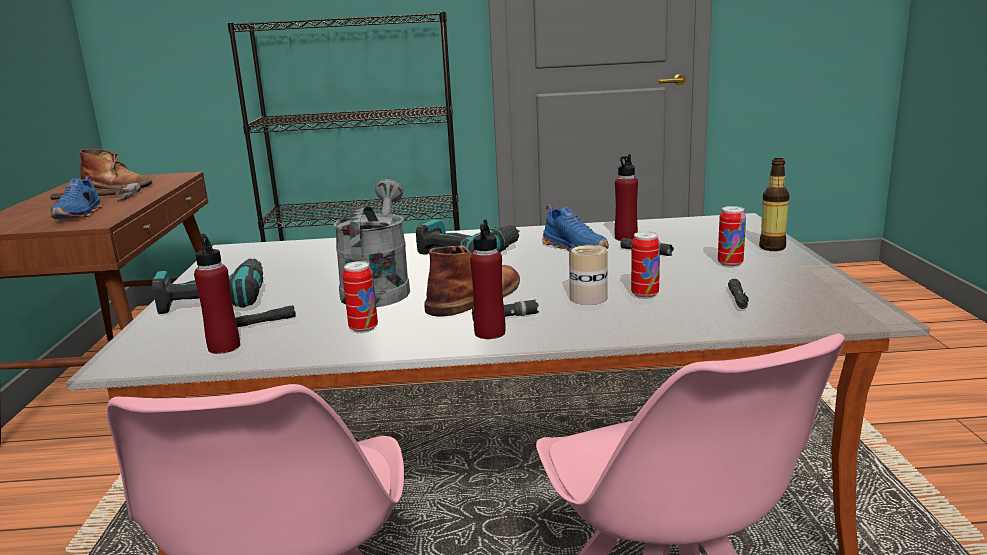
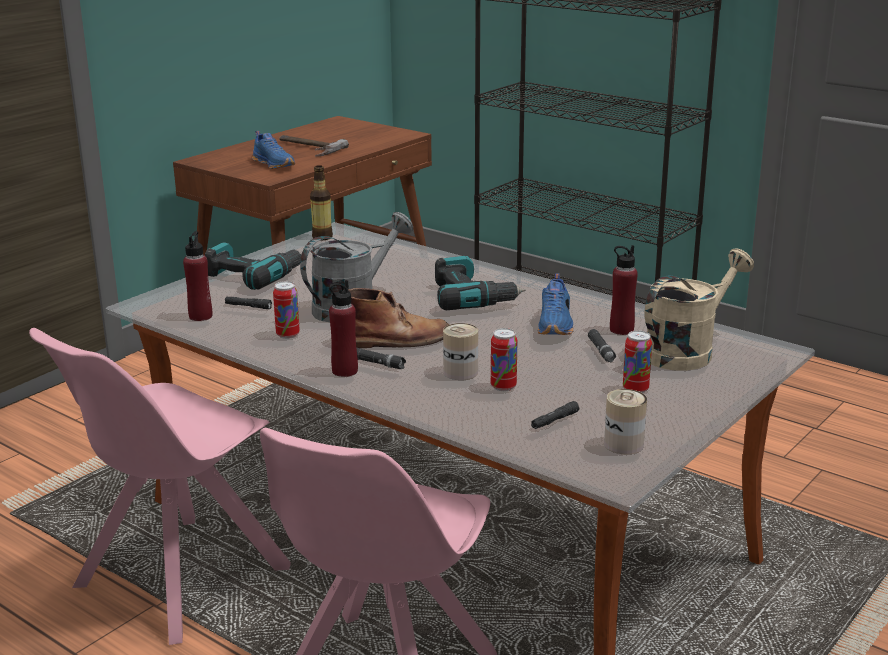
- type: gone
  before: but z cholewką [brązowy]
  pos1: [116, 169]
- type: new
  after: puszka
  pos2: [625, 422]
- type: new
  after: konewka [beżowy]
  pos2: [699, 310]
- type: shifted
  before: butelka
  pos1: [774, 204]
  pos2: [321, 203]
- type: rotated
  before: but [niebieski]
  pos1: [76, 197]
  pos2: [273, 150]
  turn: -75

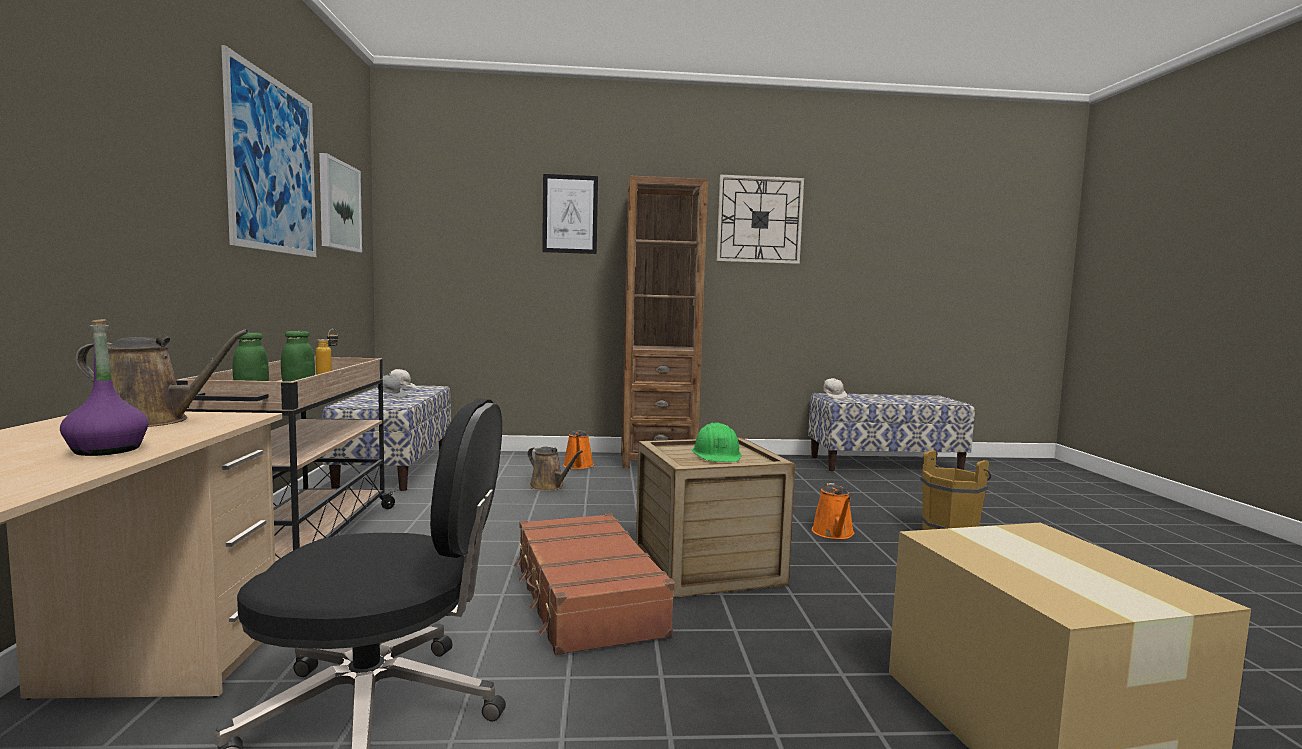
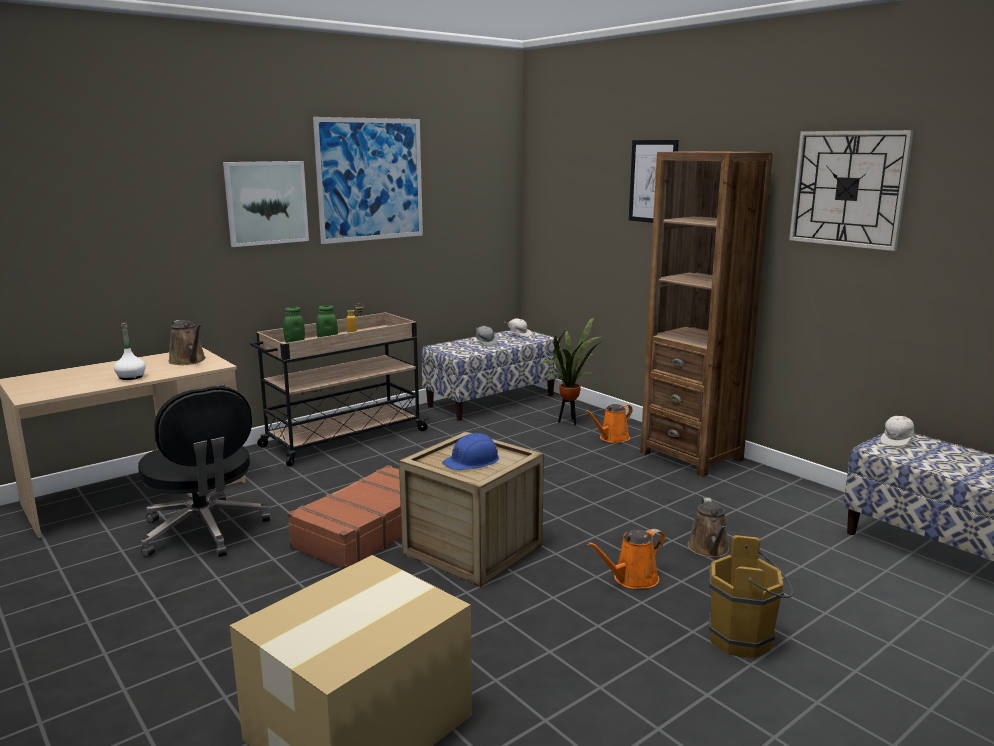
- type: new
  after: roślina doniczkowa
  pos2: [572, 371]
- type: shifted
  before: obraz
  pos1: [340, 203]
  pos2: [266, 204]
- type: shifted
  before: konewka [brązowy]
  pos1: [555, 469]
  pos2: [709, 527]
- type: repainted
  before: butelka [fioletowy]
  after: butelka [biały]
  pos1: [104, 387]
  pos2: [130, 351]
- type: repainted
  before: kask [zielony]
  after: kask [niebieski]
  pos1: [717, 442]
  pos2: [470, 451]

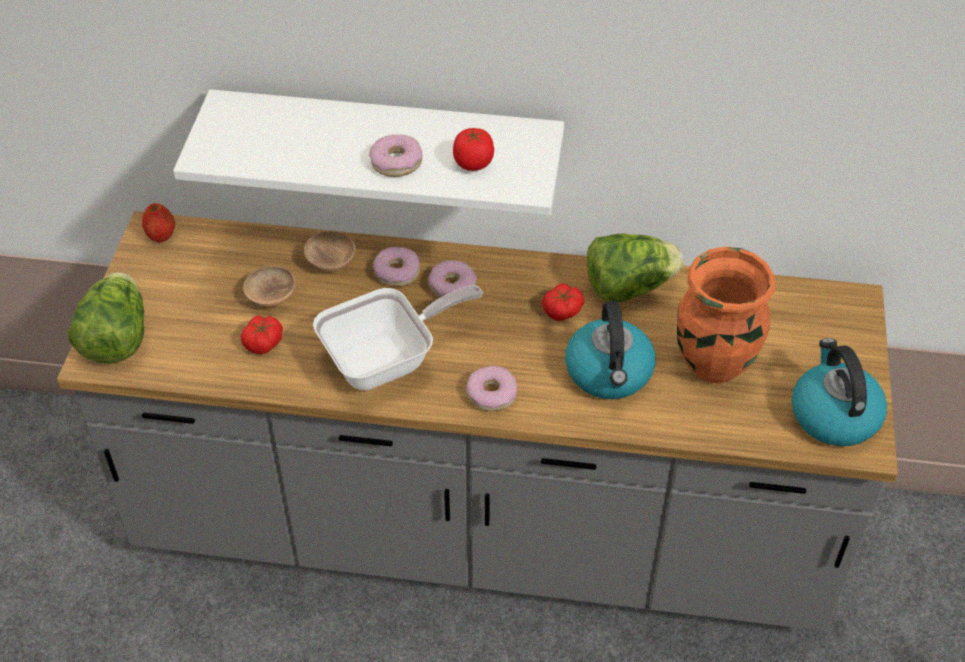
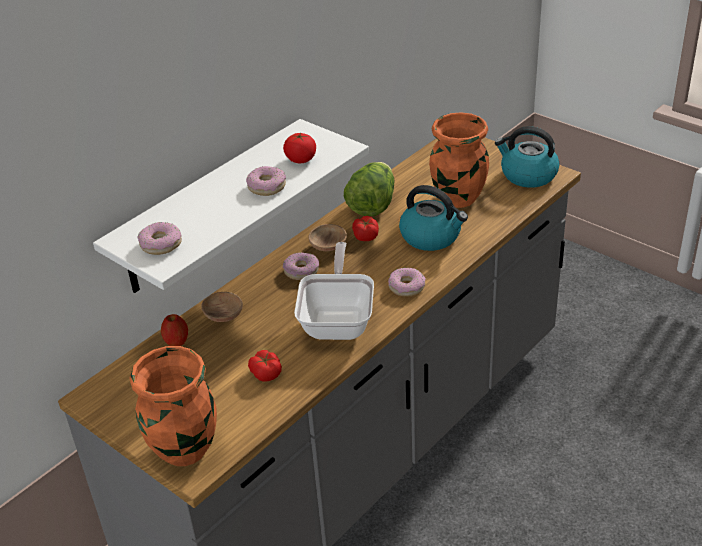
- type: shifted
  before: jabłko
  pos1: [158, 222]
  pos2: [174, 330]
- type: shifted
  before: miska [brązowy]
  pos1: [269, 286]
  pos2: [327, 237]
- type: shifted
  before: donut
  pos1: [396, 267]
  pos2: [159, 238]
- type: swapped
  before: sałata
  after: wazon [pomarańczowy]
  pos1: [106, 318]
  pos2: [173, 406]

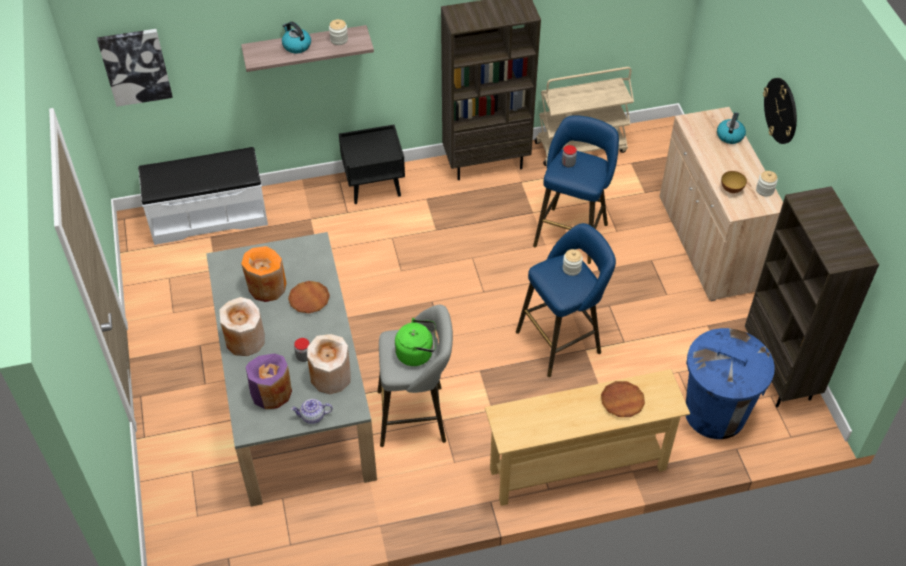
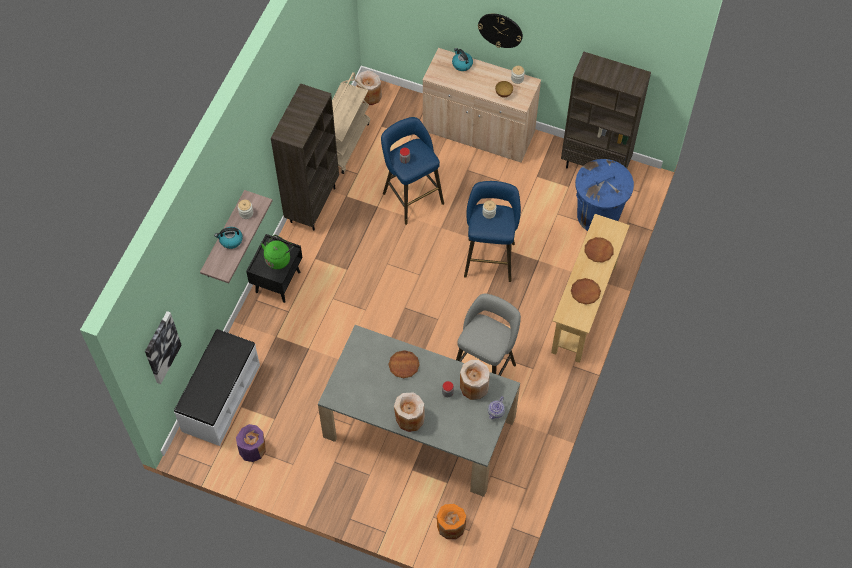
- type: new
  after: wazon [beżowy]
  pos2: [369, 87]
- type: new
  after: talerz [brązowy]
  pos2: [586, 291]
- type: shifted
  before: wazon [pomarańczowy]
  pos1: [263, 274]
  pos2: [451, 521]
- type: shifted
  before: wazon [fioletowy]
  pos1: [269, 381]
  pos2: [251, 443]
- type: shifted
  before: czajnik [zielony]
  pos1: [415, 342]
  pos2: [277, 252]

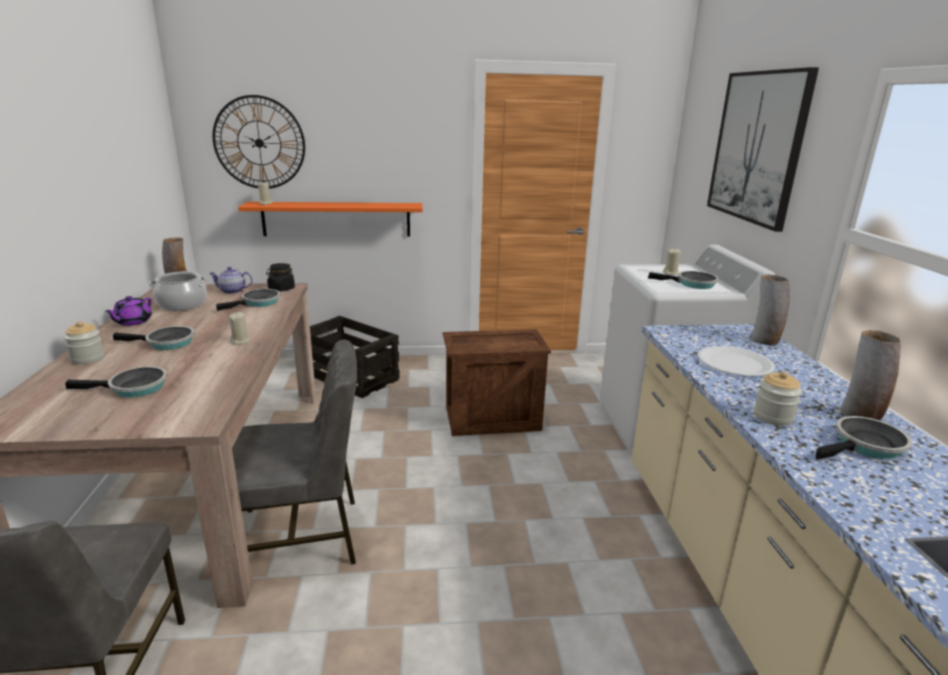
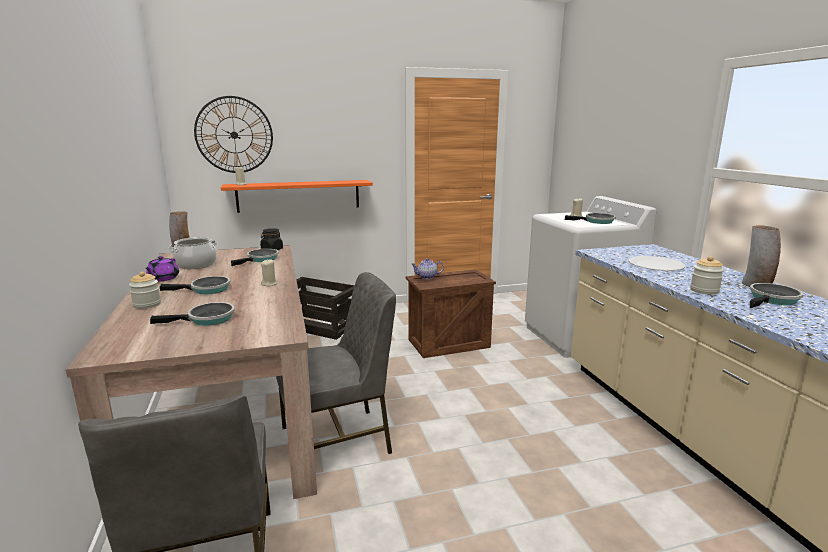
- type: gone
  before: obraz
  pos1: [763, 149]
- type: gone
  before: wazon
  pos1: [769, 309]
- type: shifted
  before: imbryk
  pos1: [231, 280]
  pos2: [427, 268]

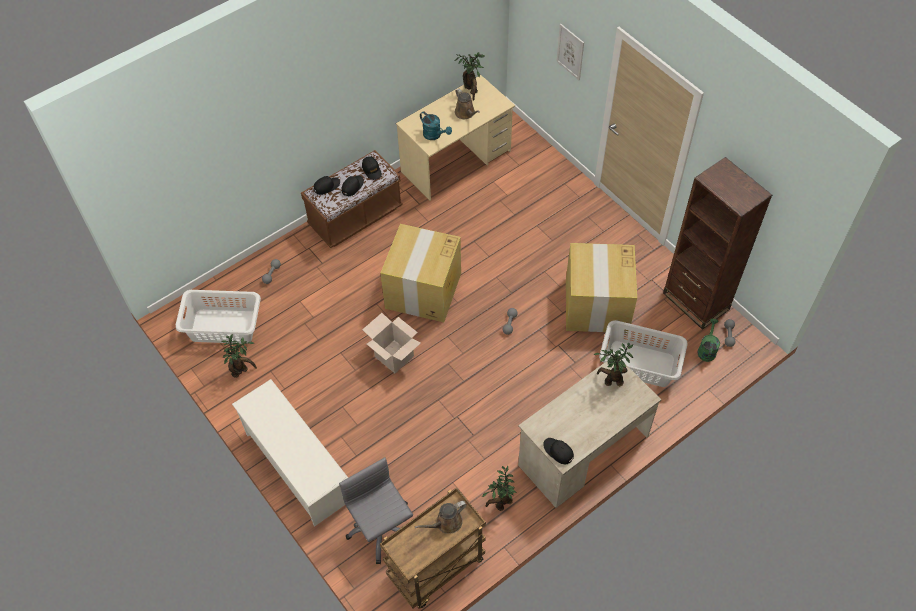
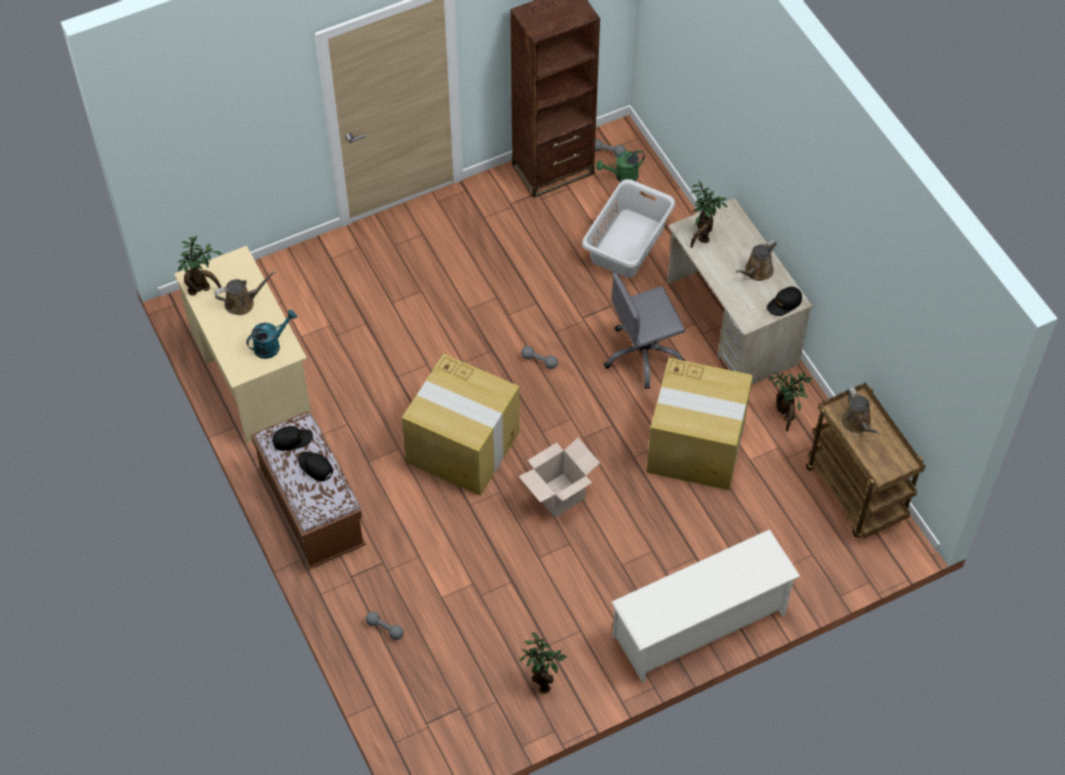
- type: gone
  before: kosz na pranie [biały]
  pos1: [218, 317]
- type: gone
  before: czapka z daszkiem [czarny]
  pos1: [327, 185]
- type: gone
  before: obraz
  pos1: [570, 52]
- type: new
  after: konewka [brązowy]
  pos2: [756, 260]
- type: shifted
  before: krzesło biurowe [szary]
  pos1: [376, 510]
  pos2: [645, 331]
- type: shifted
  before: karton
  pos1: [601, 288]
  pos2: [699, 424]
- type: rotated
  before: konewka [zielony]
  pos1: [709, 340]
  pos2: [620, 166]
  turn: -45

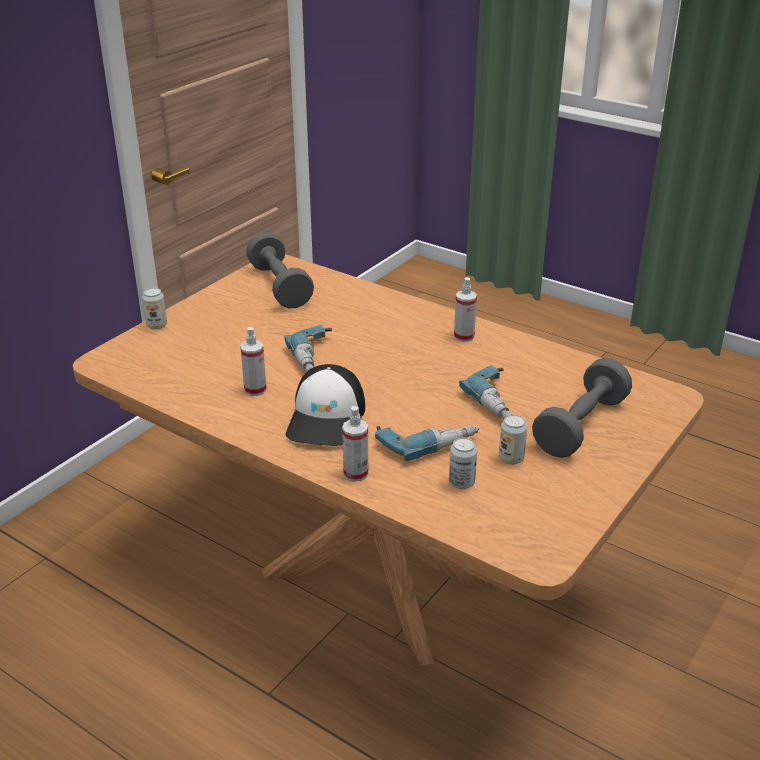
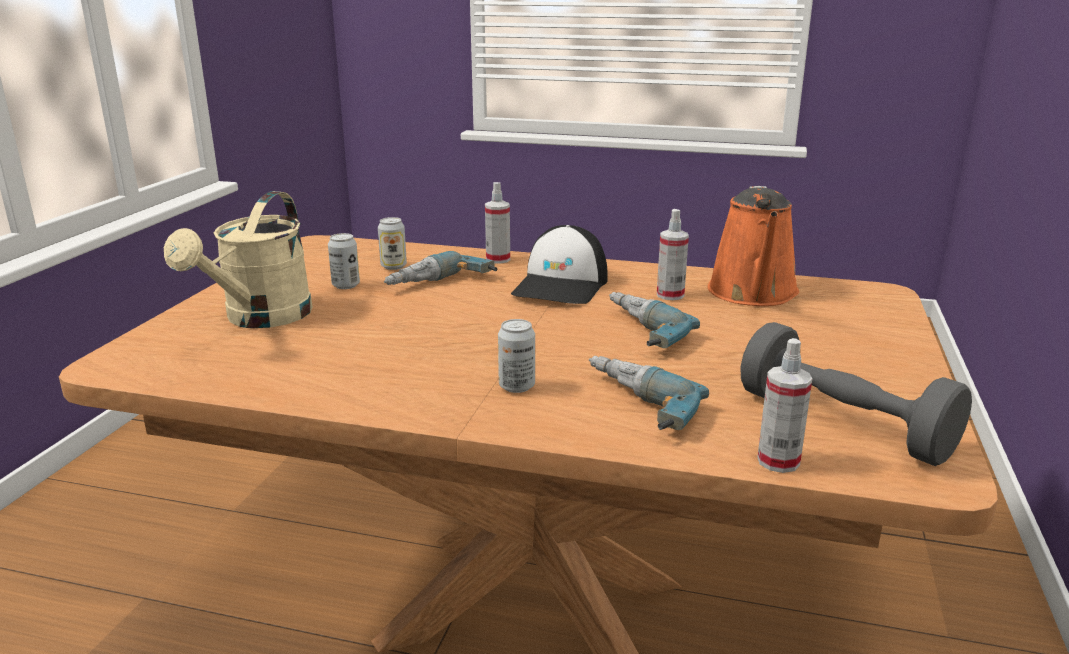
- type: new
  after: konewka [pomarańczowy]
  pos2: [753, 246]
- type: shifted
  before: puszka
  pos1: [154, 309]
  pos2: [516, 356]
- type: shifted
  before: spryskiwacz
  pos1: [465, 309]
  pos2: [784, 405]
- type: shifted
  before: wiertarka
  pos1: [486, 392]
  pos2: [649, 393]
- type: swapped
  before: hantel [szary]
  after: konewka [beżowy]
  pos1: [582, 408]
  pos2: [238, 259]
- type: rotated
  before: czapka z daszkiem
  pos1: [325, 405]
  pos2: [559, 264]
  turn: -150

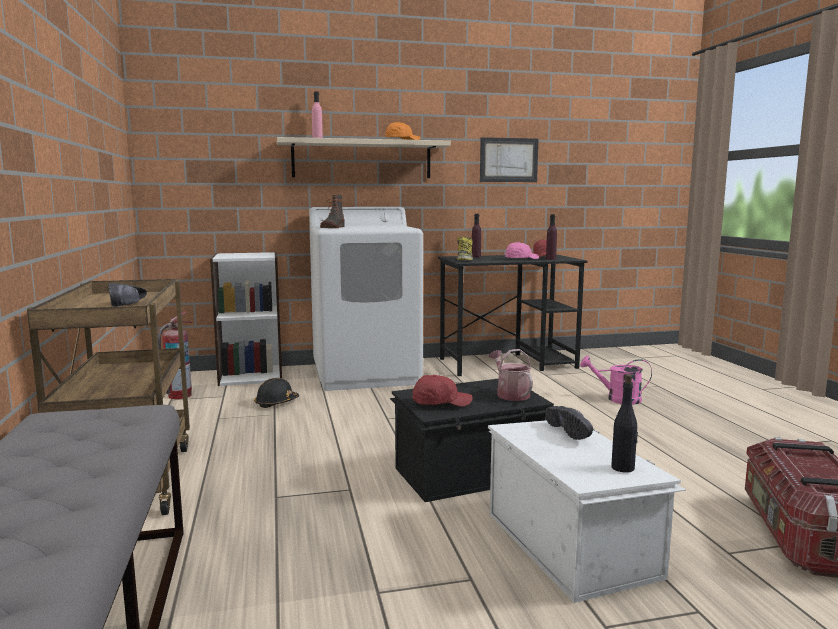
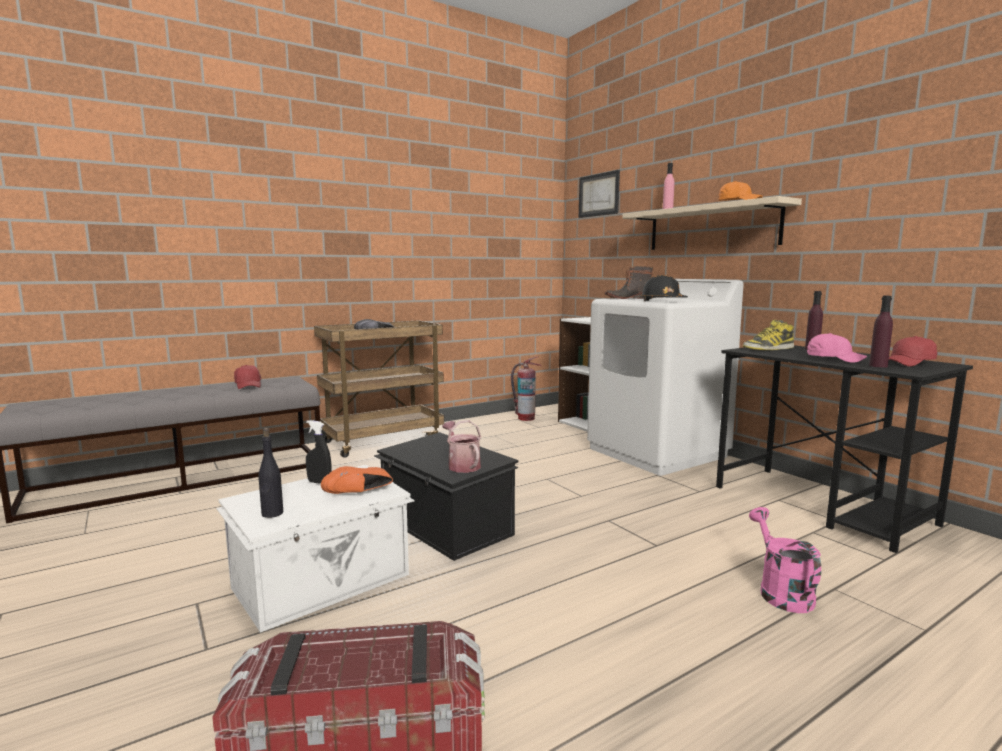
- type: new
  after: spryskiwacz [czarny]
  pos2: [319, 452]
- type: shifted
  before: kask [czarny]
  pos1: [276, 393]
  pos2: [664, 288]
- type: shifted
  before: czapka z daszkiem [czerwony]
  pos1: [442, 390]
  pos2: [247, 377]
- type: shifted
  before: obraz
  pos1: [509, 159]
  pos2: [599, 194]
- type: repainted
  before: but [czarny]
  after: but [pomarańczowy]
  pos1: [569, 423]
  pos2: [357, 480]
- type: rotated
  before: konewka
  pos1: [511, 375]
  pos2: [461, 446]
  turn: -75

